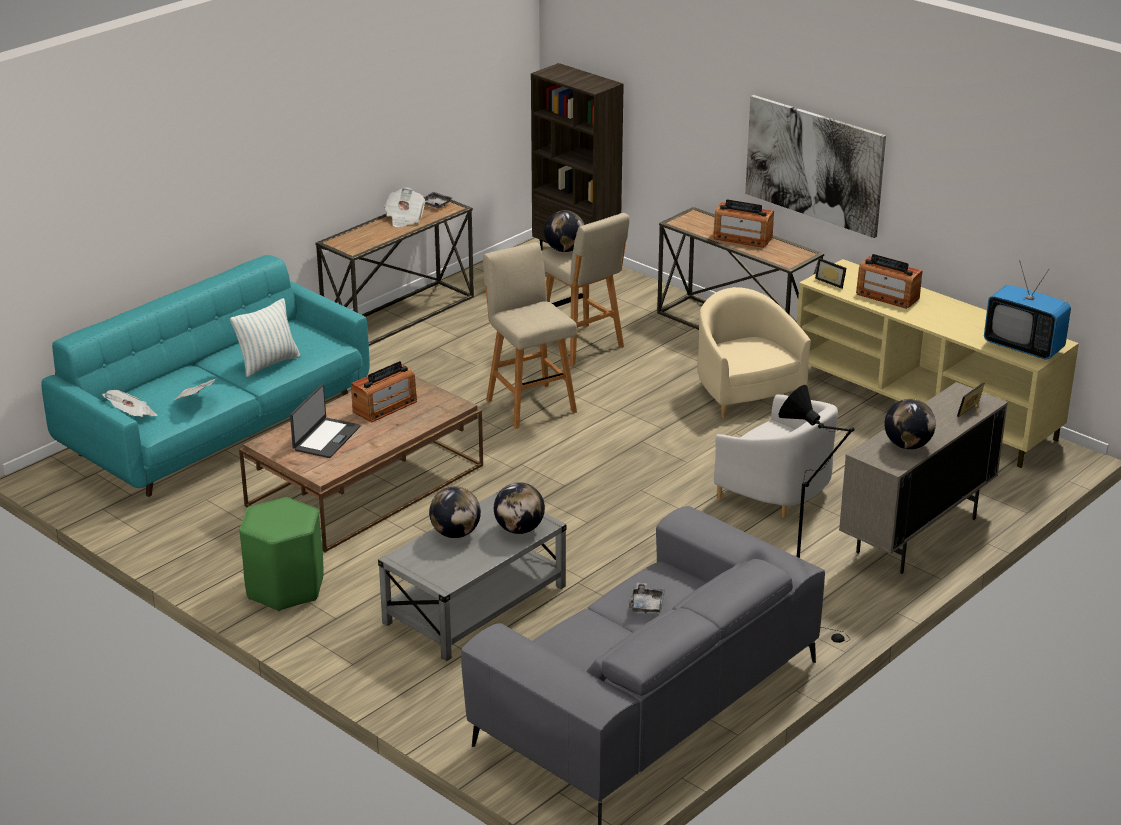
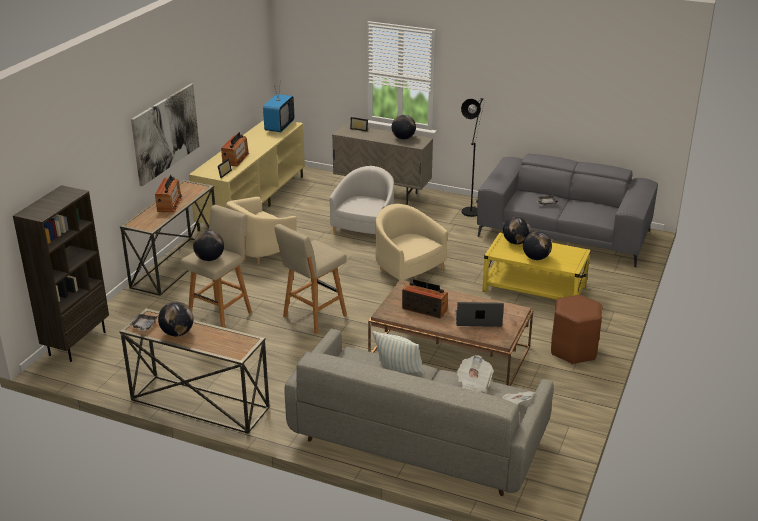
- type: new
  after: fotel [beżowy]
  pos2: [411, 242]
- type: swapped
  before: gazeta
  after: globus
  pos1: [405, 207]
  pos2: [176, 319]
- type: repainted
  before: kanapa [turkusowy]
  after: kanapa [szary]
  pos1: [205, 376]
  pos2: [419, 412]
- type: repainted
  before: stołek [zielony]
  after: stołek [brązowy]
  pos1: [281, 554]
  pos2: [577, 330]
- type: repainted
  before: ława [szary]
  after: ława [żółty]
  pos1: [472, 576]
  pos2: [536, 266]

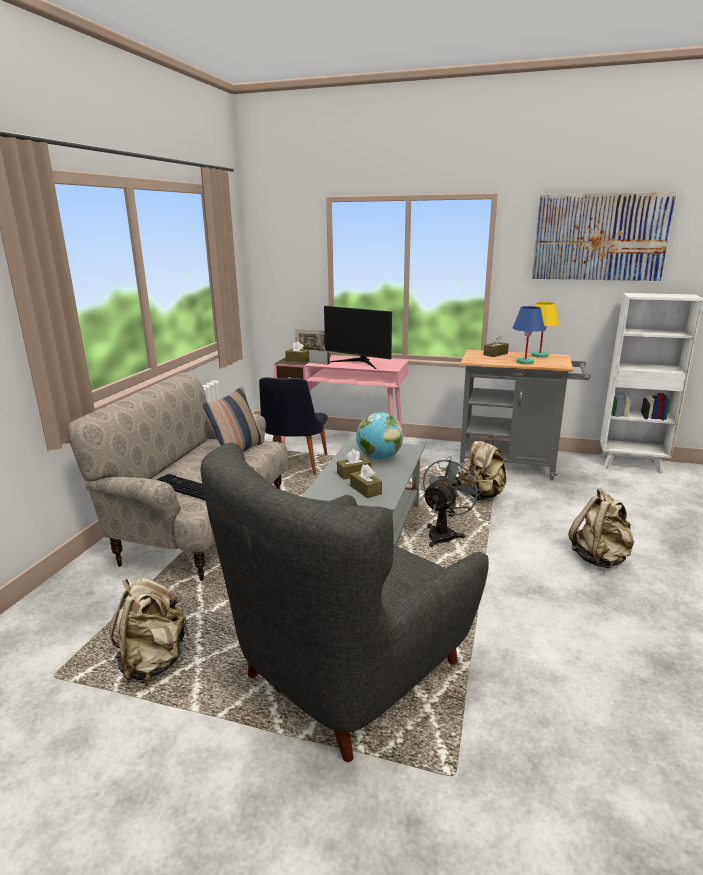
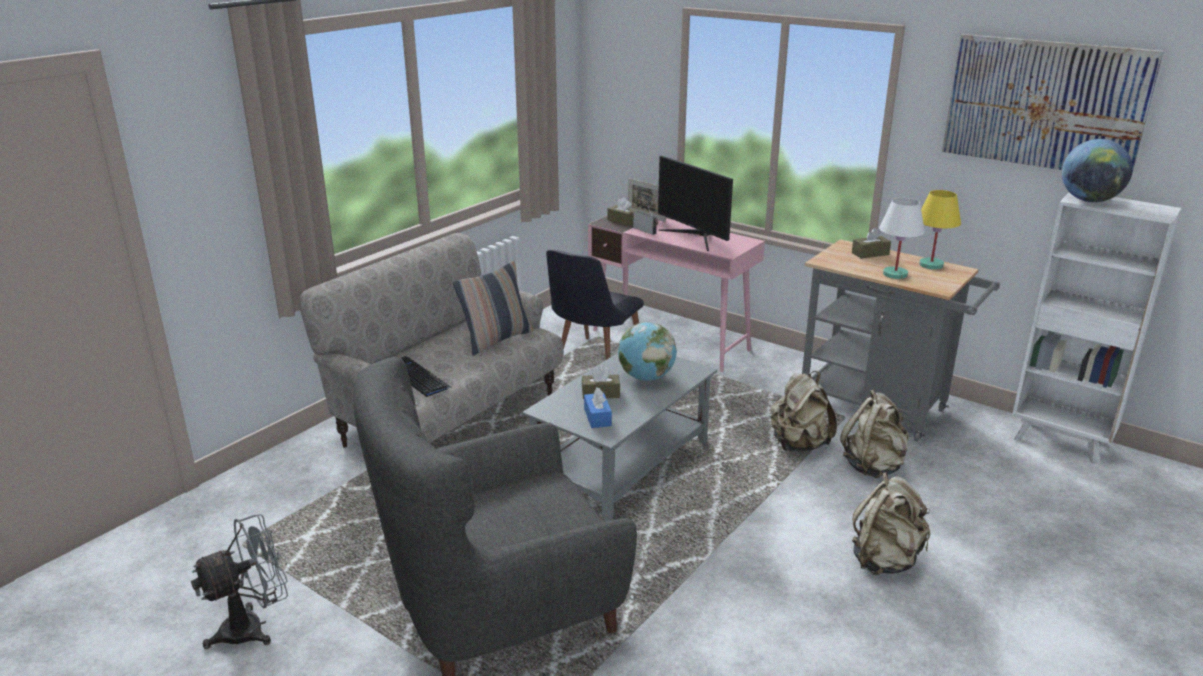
- type: new
  after: globus
  pos2: [1097, 170]
- type: shifted
  before: plecak [beżowy]
  pos1: [149, 630]
  pos2: [874, 434]
- type: shifted
  before: wentylator [szary]
  pos1: [452, 501]
  pos2: [239, 581]
- type: repainted
  before: pudełko chusteczek [brązowy]
  after: pudełko chusteczek [niebieski]
  pos1: [366, 481]
  pos2: [598, 408]
- type: repainted
  before: lampa stołowa [niebieski]
  after: lampa stołowa [biały]
  pos1: [529, 335]
  pos2: [902, 238]

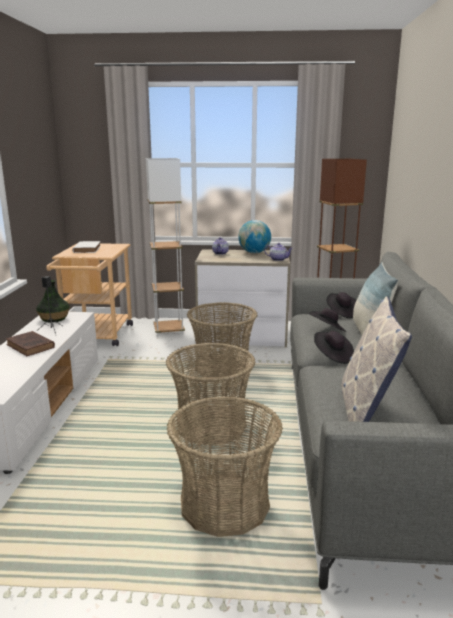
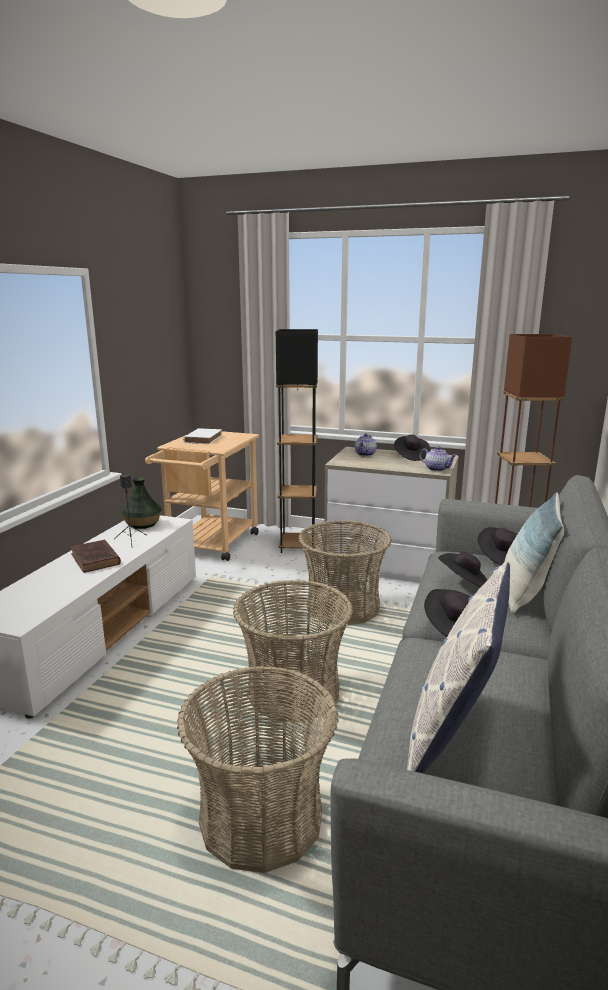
- type: swapped
  before: globus
  after: kapelusz [czarny]
  pos1: [254, 236]
  pos2: [412, 448]
- type: repainted
  before: lampa stojąca [biały]
  after: lampa stojąca [czarny]
  pos1: [165, 247]
  pos2: [297, 441]

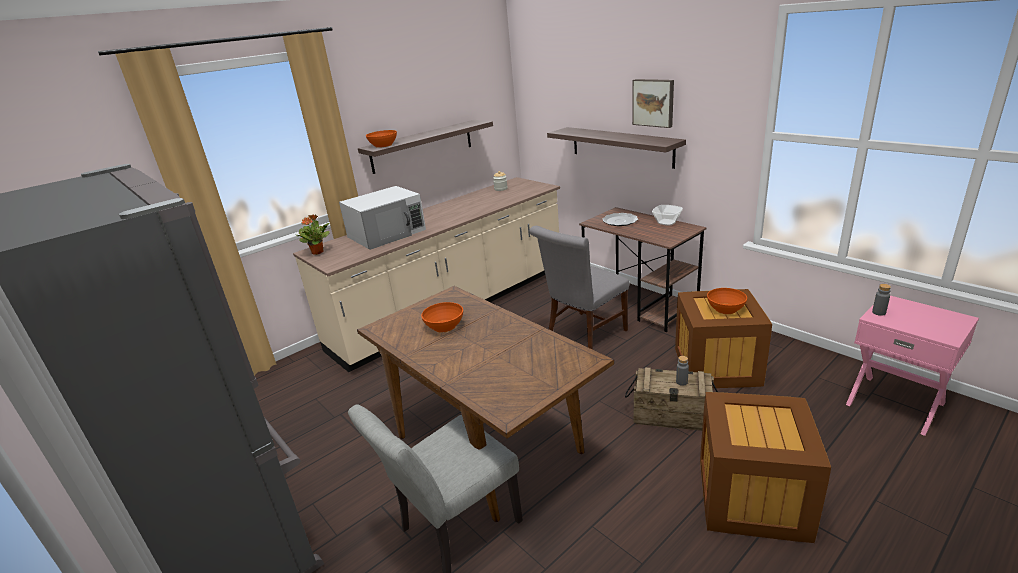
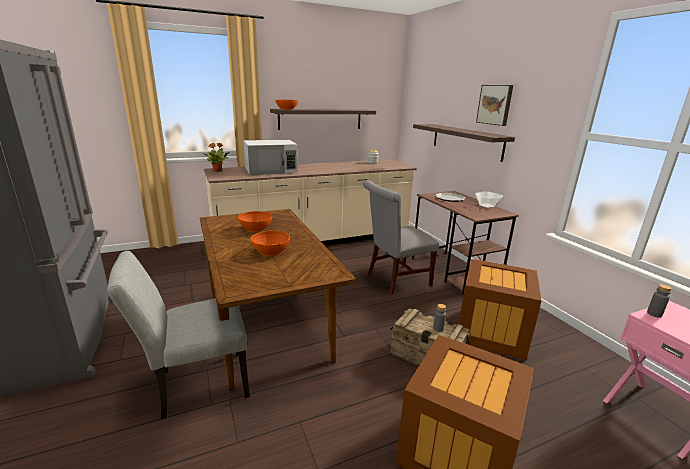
- type: shifted
  before: miska [pomarańczowy]
  pos1: [727, 301]
  pos2: [270, 243]

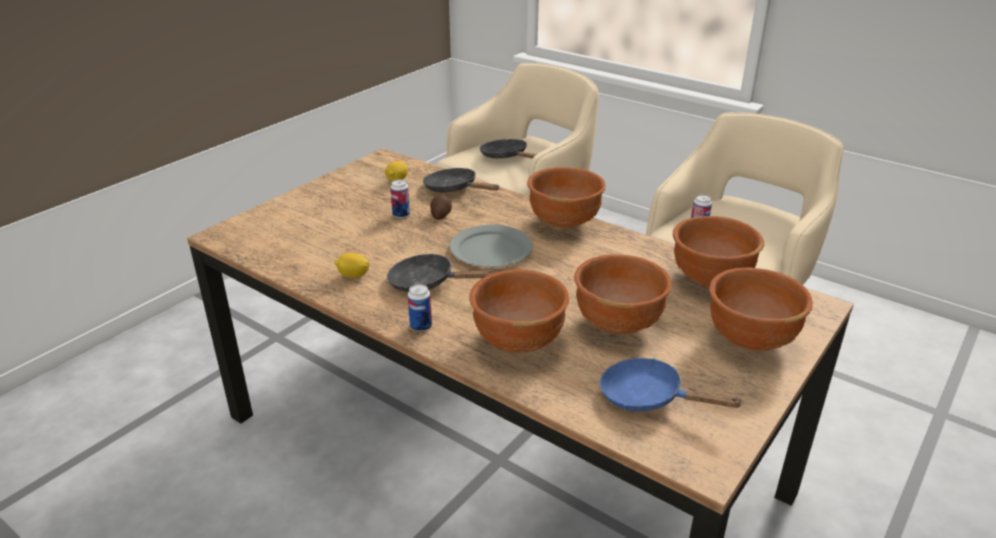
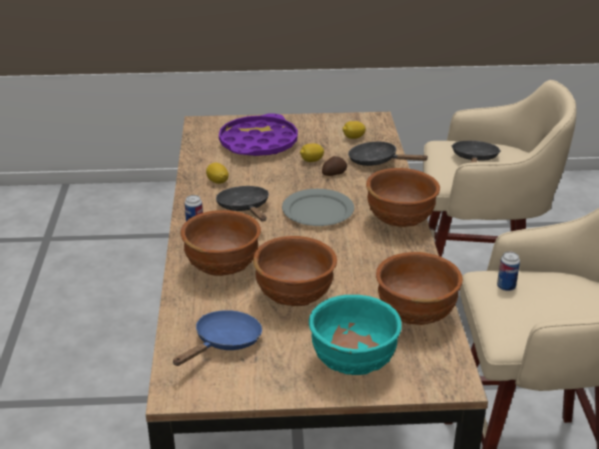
- type: new
  after: taca [fioletowy]
  pos2: [258, 134]
- type: swapped
  before: puszka
  after: cytryna
  pos1: [400, 198]
  pos2: [312, 152]
- type: repainted
  before: miska [brązowy]
  after: miska [turkusowy]
  pos1: [761, 309]
  pos2: [355, 335]
- type: rotated
  before: patelnia [czarny]
  pos1: [461, 180]
  pos2: [388, 153]
  turn: -60
- type: rotated
  before: patelnia [niebieski]
  pos1: [672, 384]
  pos2: [217, 338]
  turn: 45

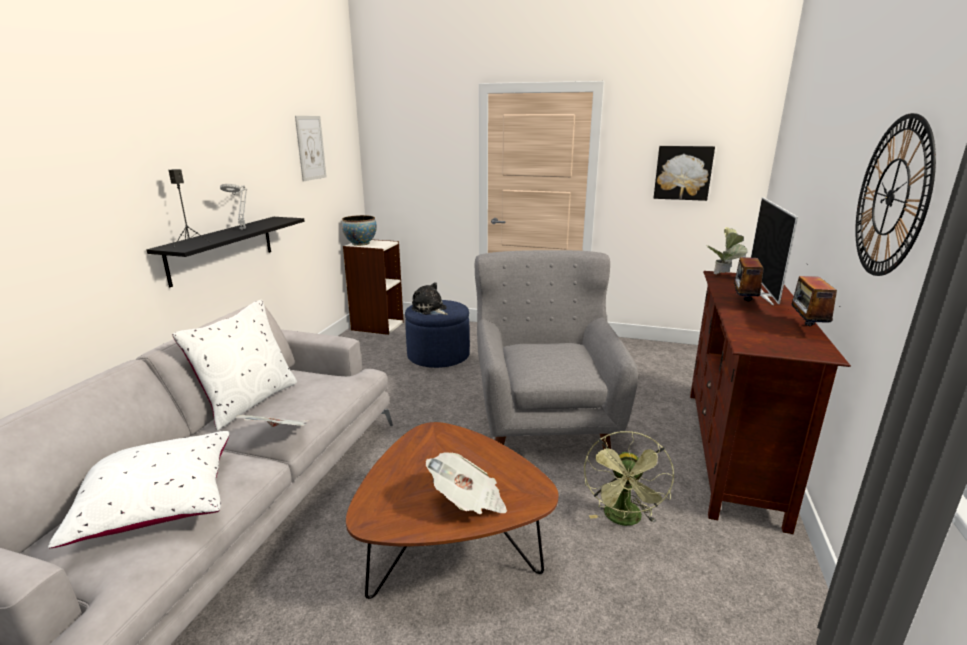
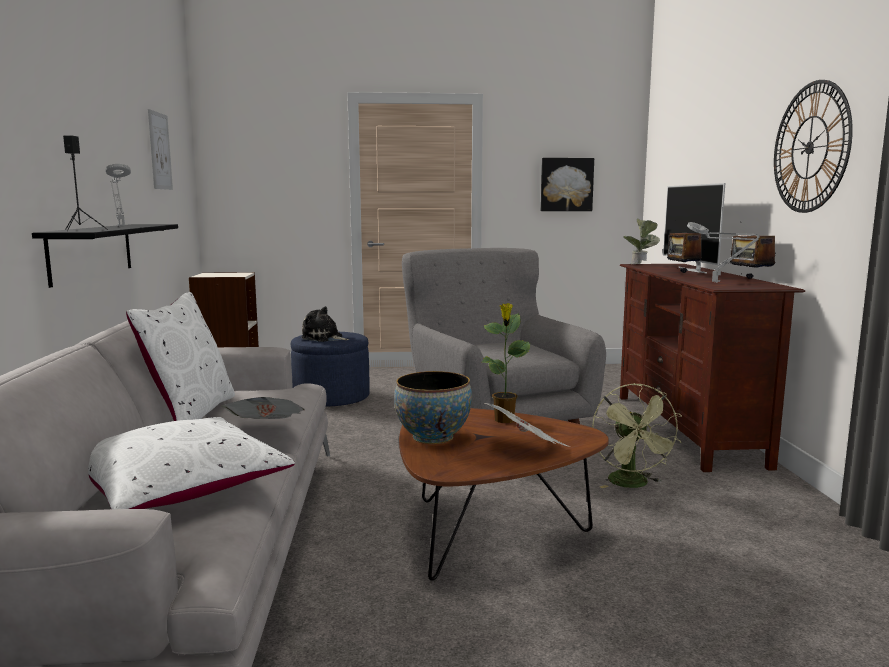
- type: new
  after: roślina doniczkowa
  pos2: [506, 363]
- type: new
  after: lampa stołowa [szary]
  pos2: [723, 252]
- type: shifted
  before: miska
  pos1: [359, 230]
  pos2: [433, 407]

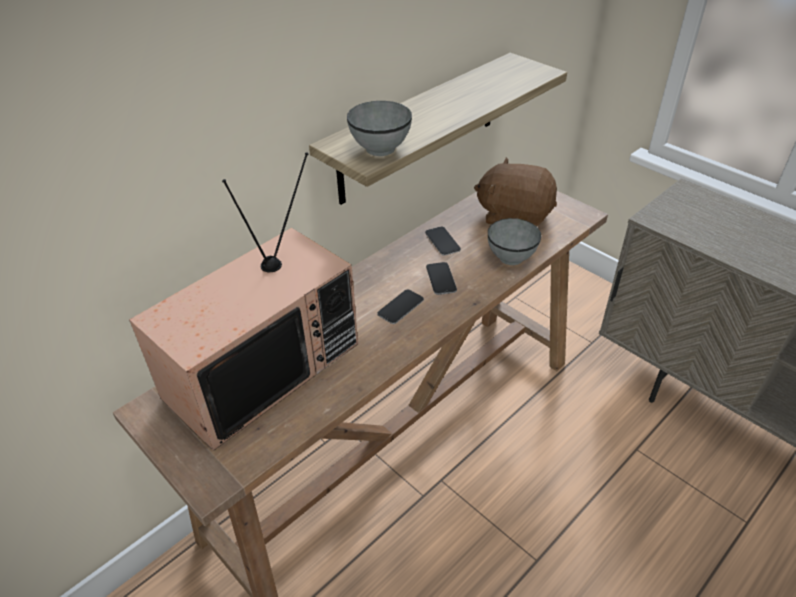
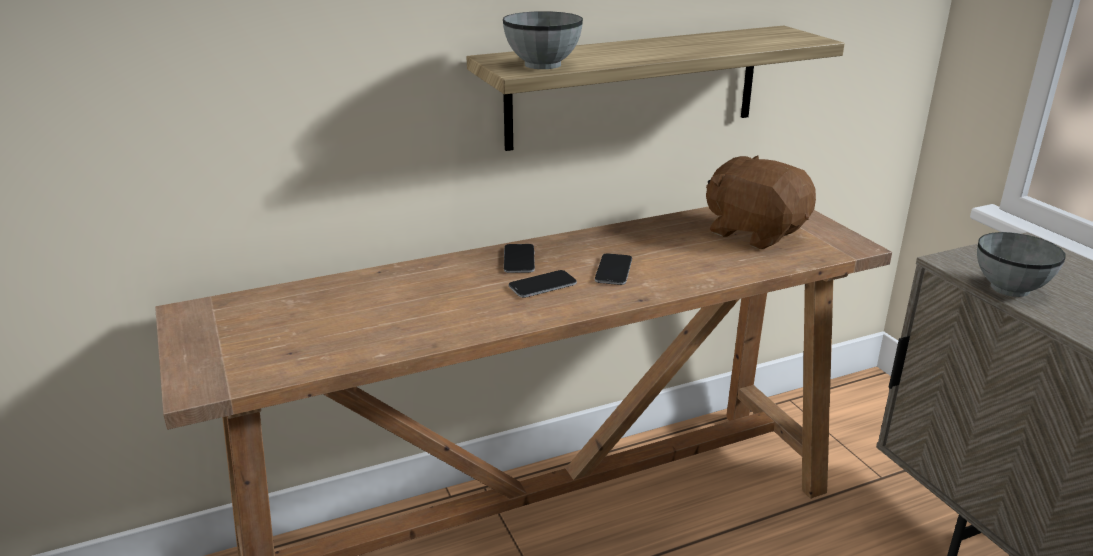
- type: gone
  before: telewizor
  pos1: [243, 301]
- type: shifted
  before: telefon
  pos1: [443, 241]
  pos2: [519, 258]
- type: shifted
  before: miska [szary]
  pos1: [514, 241]
  pos2: [1021, 264]

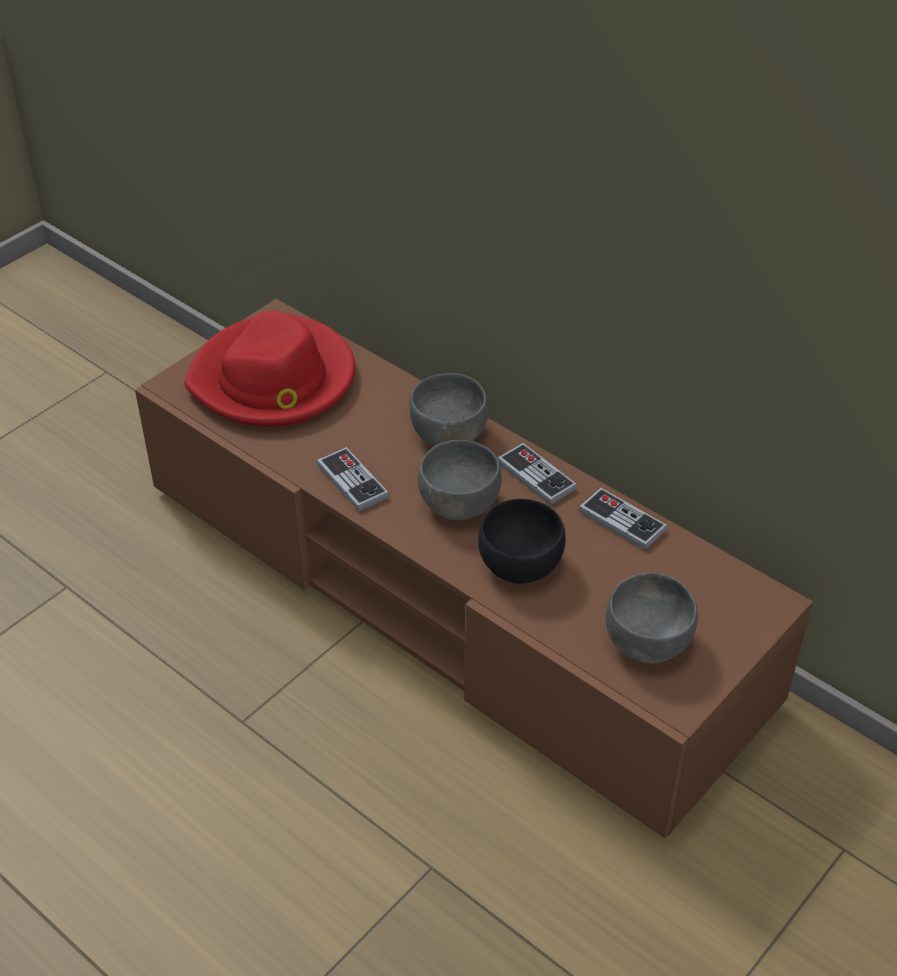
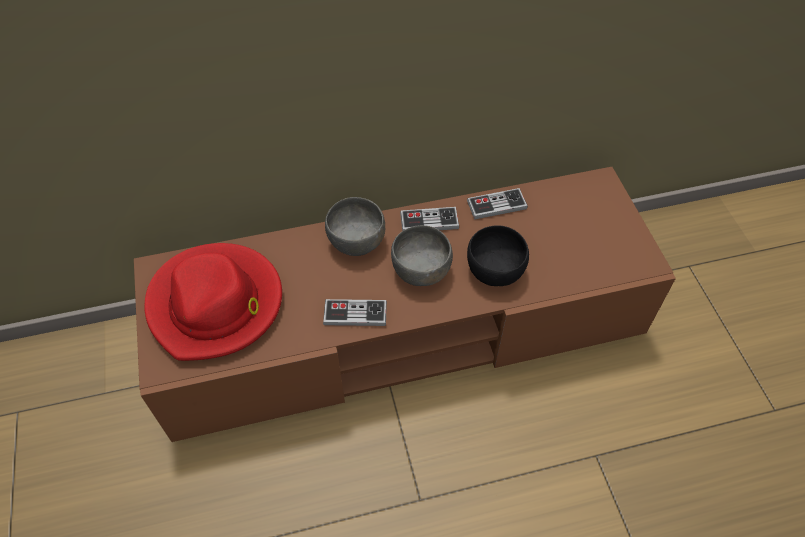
- type: gone
  before: miska [szary]
  pos1: [651, 618]

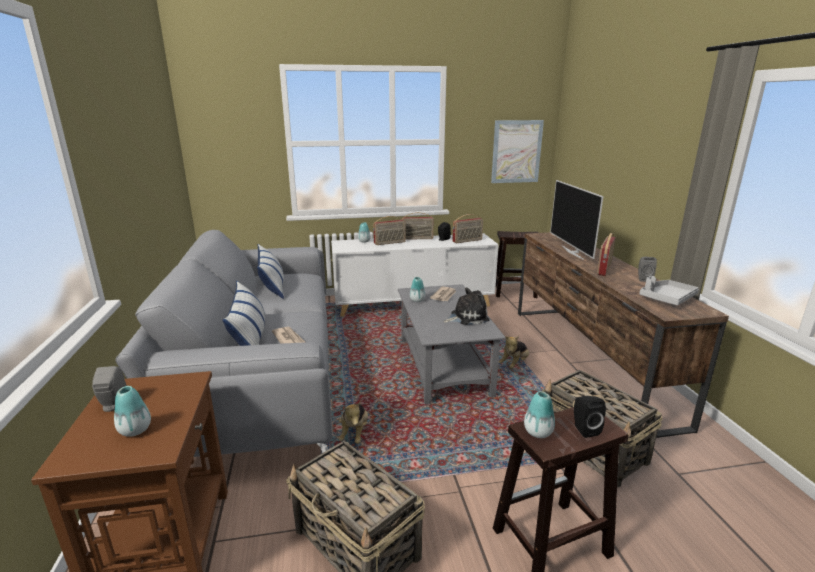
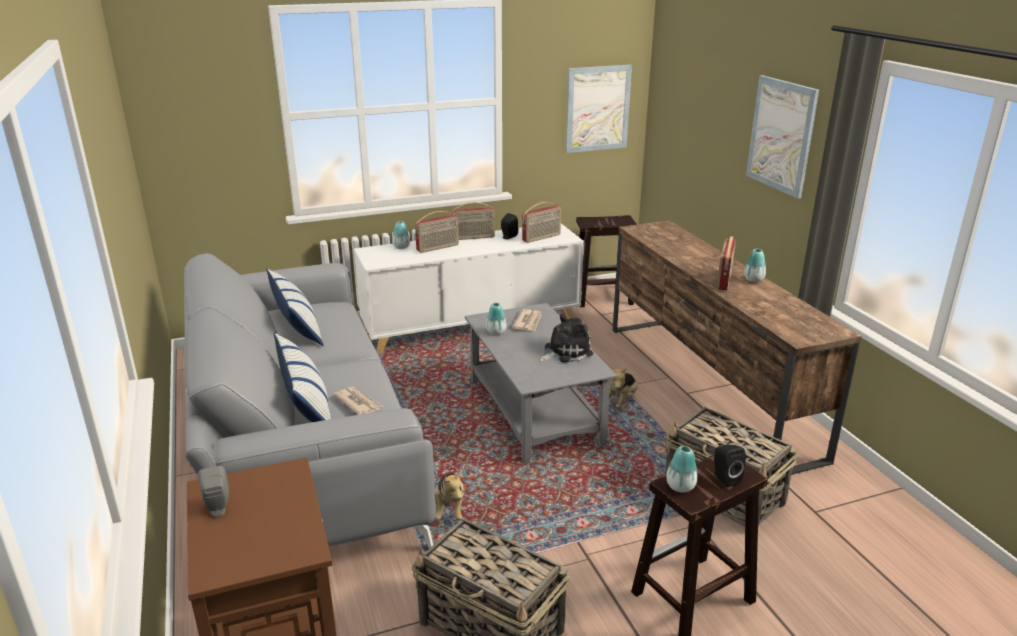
- type: gone
  before: telewizor
  pos1: [577, 220]
- type: gone
  before: głośnik [szary]
  pos1: [647, 269]
- type: gone
  before: taca [szary]
  pos1: [669, 291]
- type: new
  after: obraz
  pos2: [782, 137]
- type: shifted
  before: wazon
  pos1: [132, 411]
  pos2: [755, 265]

